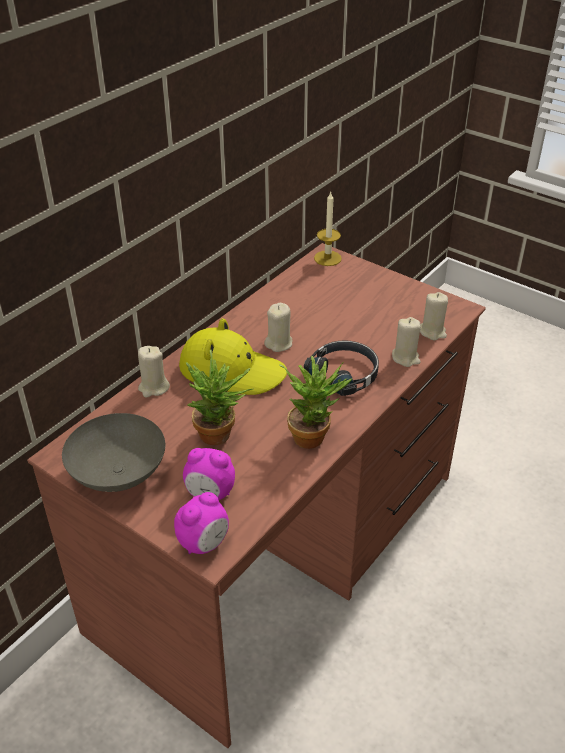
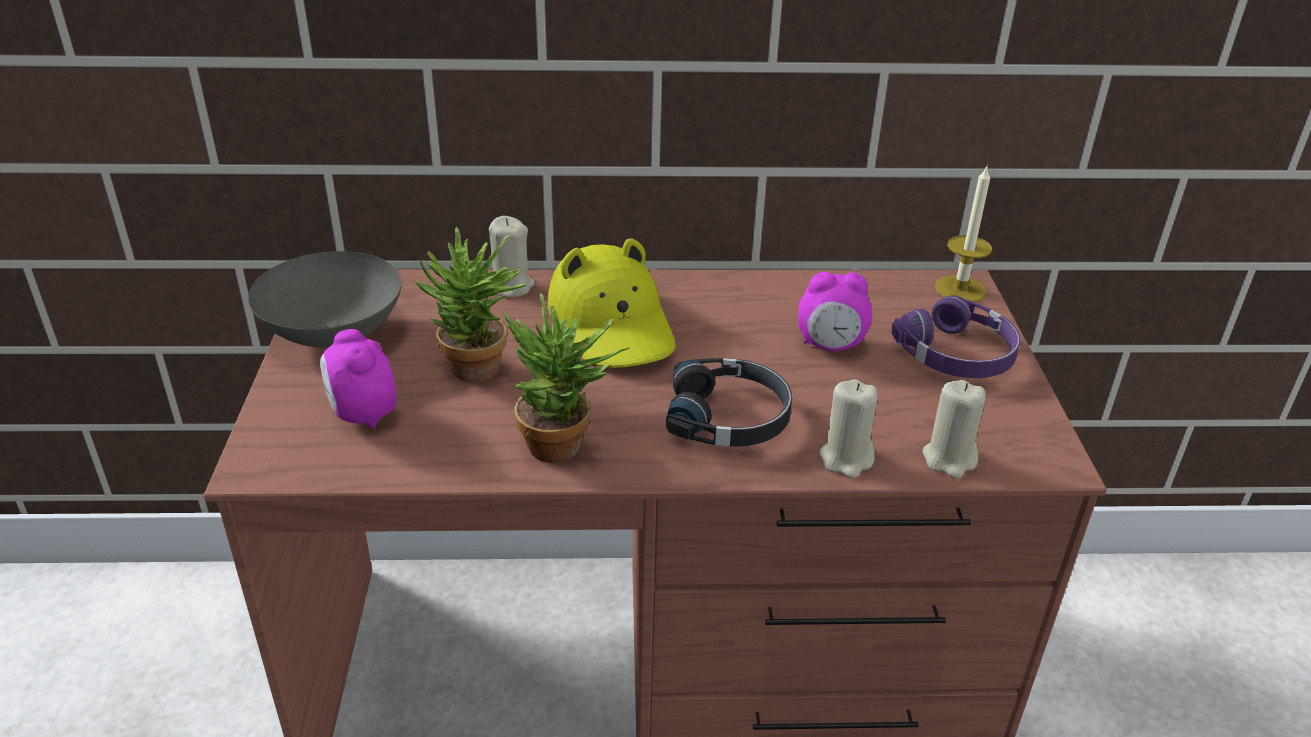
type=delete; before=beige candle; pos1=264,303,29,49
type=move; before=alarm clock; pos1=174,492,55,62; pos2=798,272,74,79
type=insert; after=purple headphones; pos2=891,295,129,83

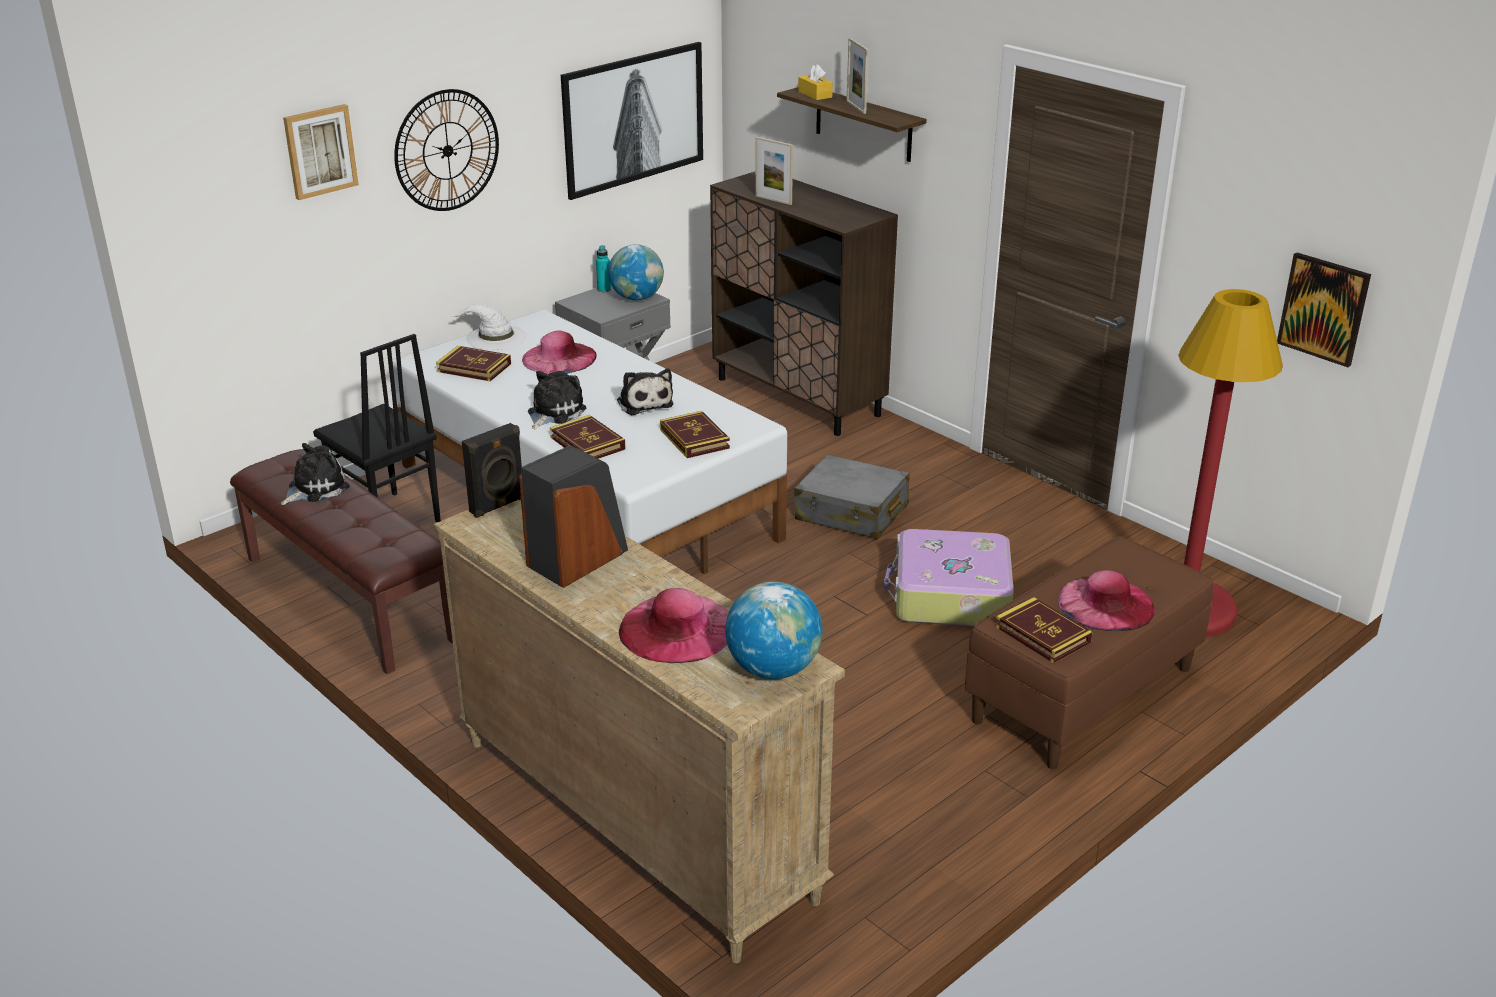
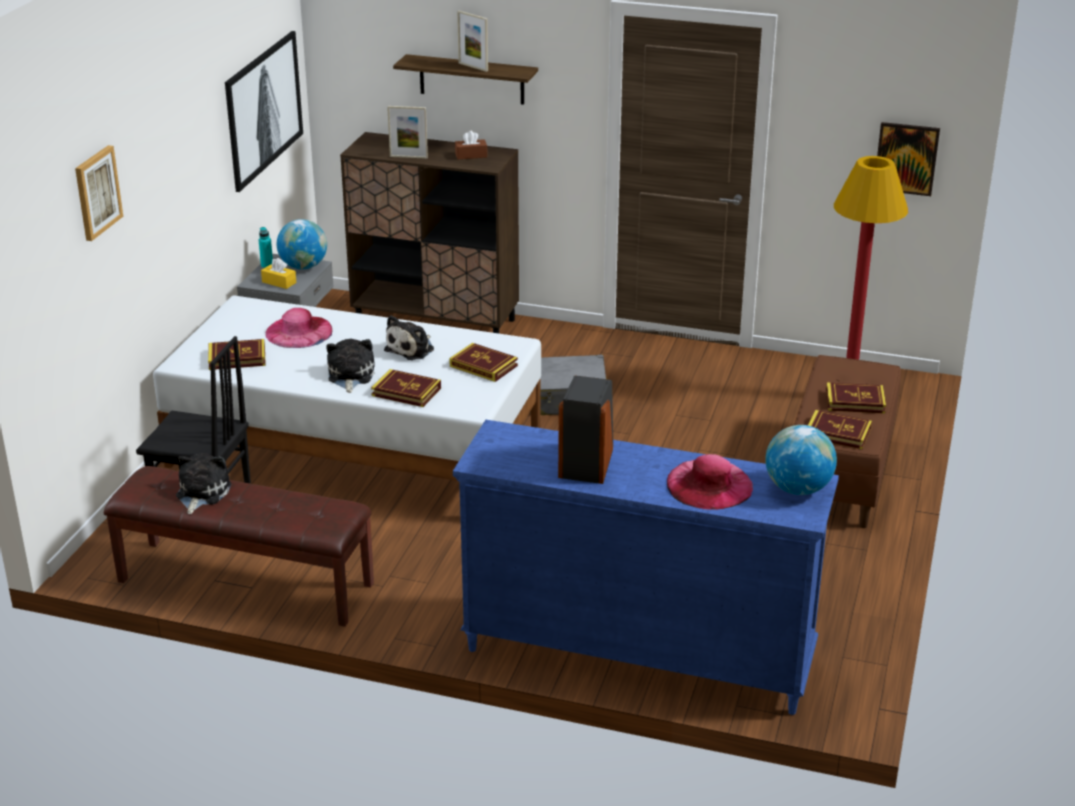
type=move; before=yellow tissue box; pos1=798,64,35,36; pos2=261,258,35,31
type=delete; before=wall clock; pos1=394,89,105,122
type=delete; before=white hat; pos1=451,304,75,46
type=rotate; before=plush toy; pos1=617,369,57,46; pos2=384,315,50,45; turn=90
type=delete; before=black speaker; pos1=462,423,60,95
type=recolor; before=beige dresser; after=blue dresser; pos1=434,500,411,463; pos2=453,420,386,295
type=delete; before=suitcase; pos1=884,529,130,97
type=replace; before=pink hat; after=book; pos1=1058,570,97,61; pos2=826,383,60,31
type=insert; after=brown tissue box; pos2=455,131,32,28

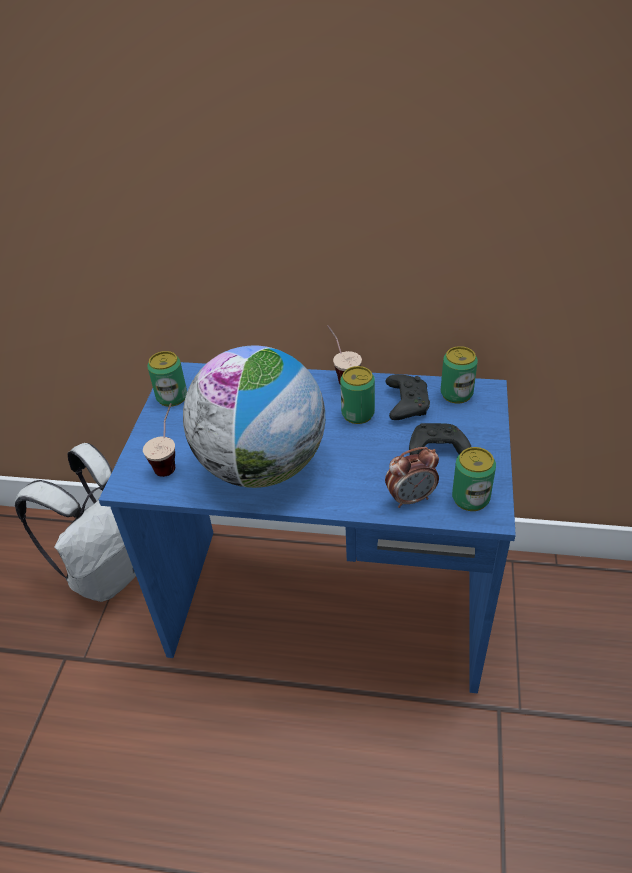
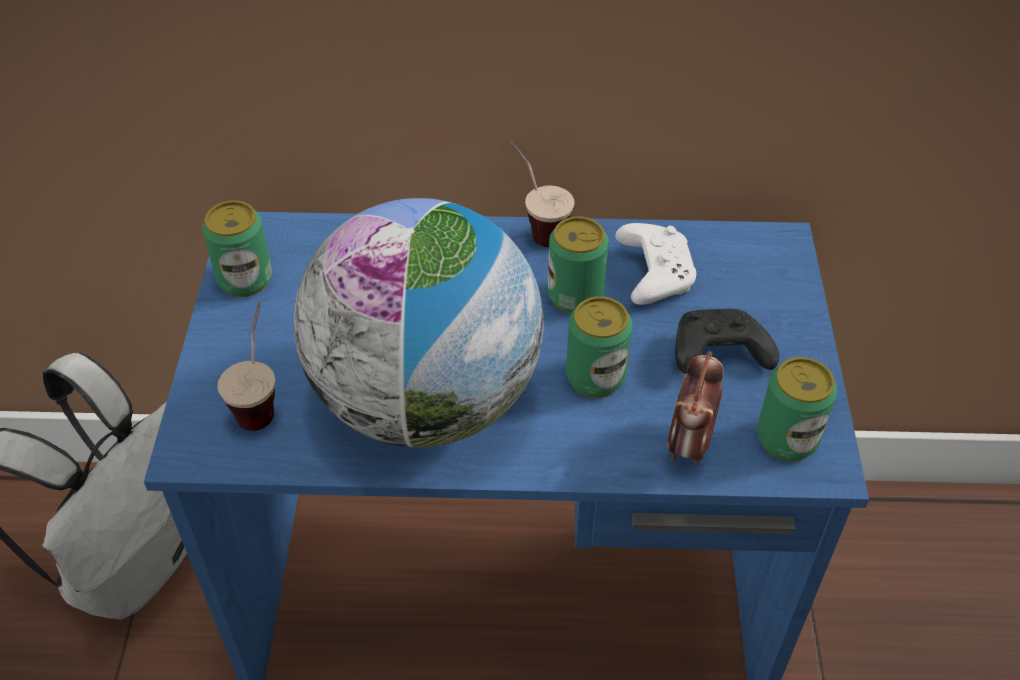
type=move; before=can; pos1=441,346,37,58; pos2=566,296,66,102
type=recolor; before=black game controller; after=white game controller; pos1=386,374,44,46; pos2=615,223,81,82
type=rotate; before=alarm clock; pos1=385,447,54,61; pos2=667,351,56,114; turn=135

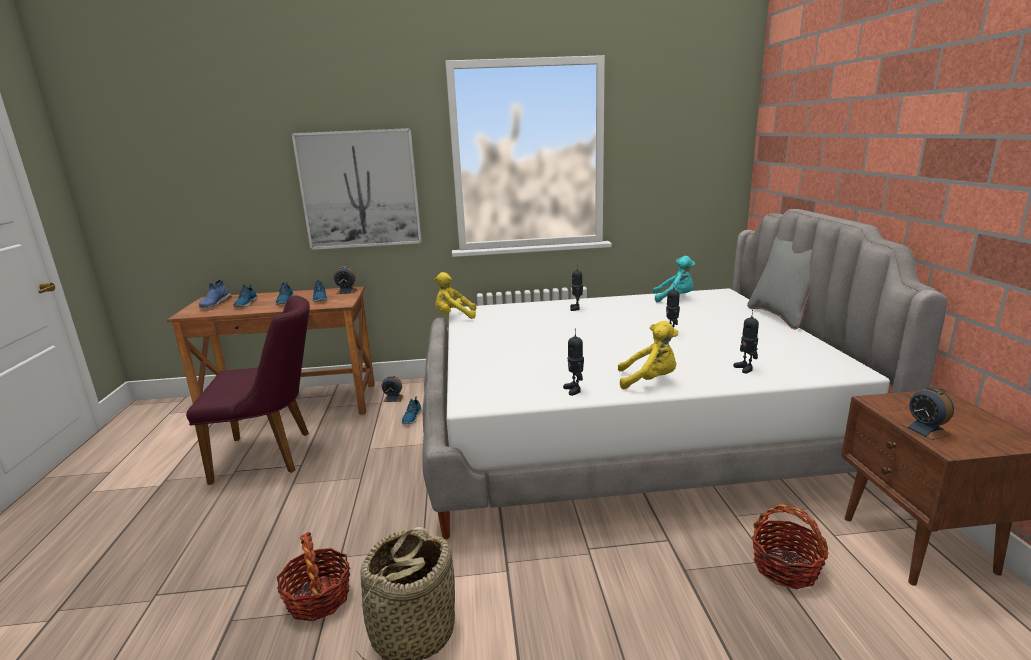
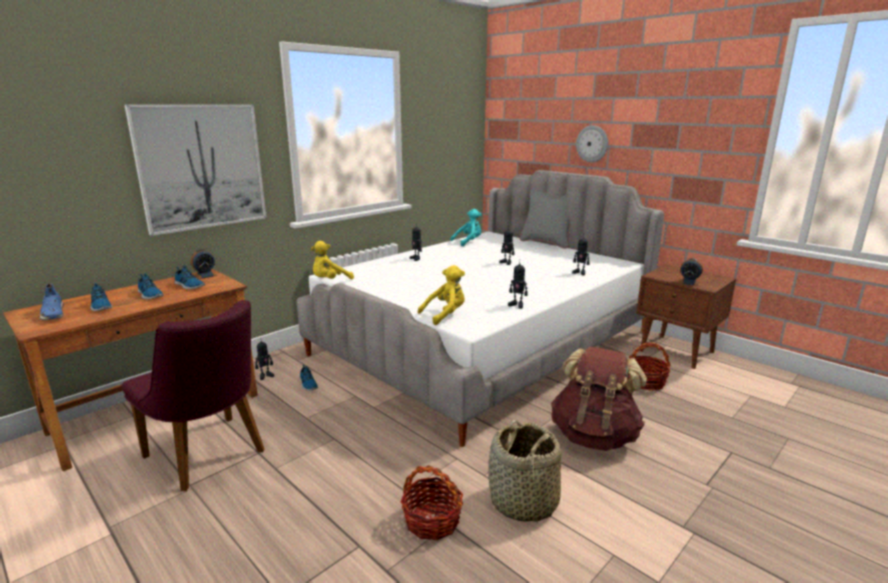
type=rotate; before=purple chair; pos1=186,295,124,190; pos2=122,300,142,191; turn=90
type=move; before=yellow plush toy; pos1=618,321,60,68; pos2=418,265,47,60
type=replace; before=alarm clock; after=toy robot; pos1=382,376,22,26; pos2=255,337,19,43
type=insert; after=wall clock; pos2=576,125,32,37
type=insert; after=brown backpack; pos2=551,347,96,104

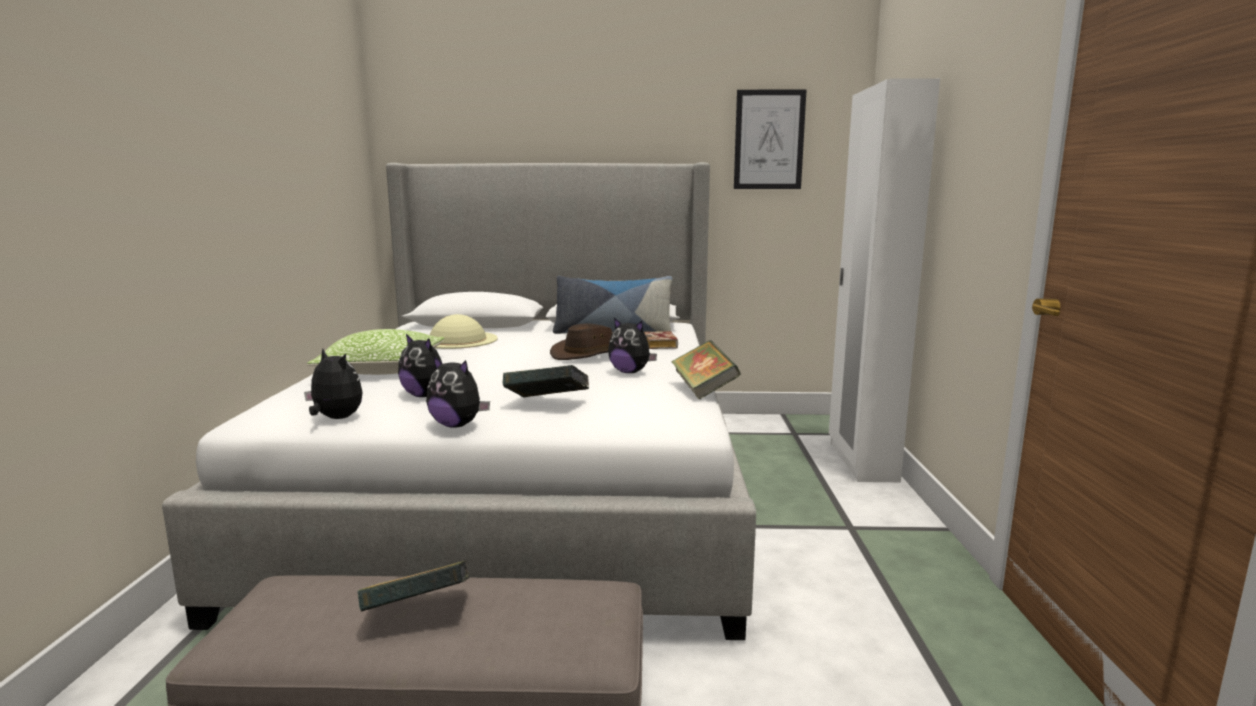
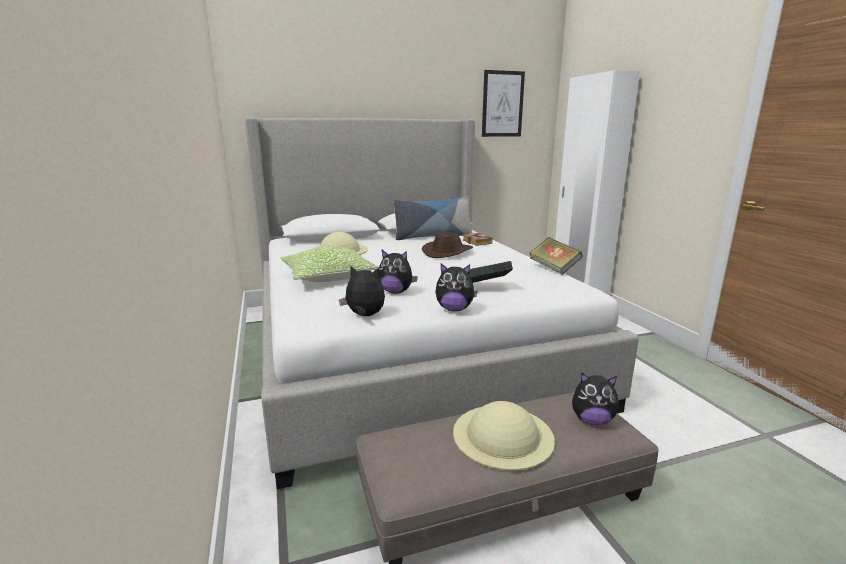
type=move; before=plush toy; pos1=608,318,49,55; pos2=572,373,47,52
type=replace; before=book; after=beige hat; pos1=357,560,113,52; pos2=453,401,102,69

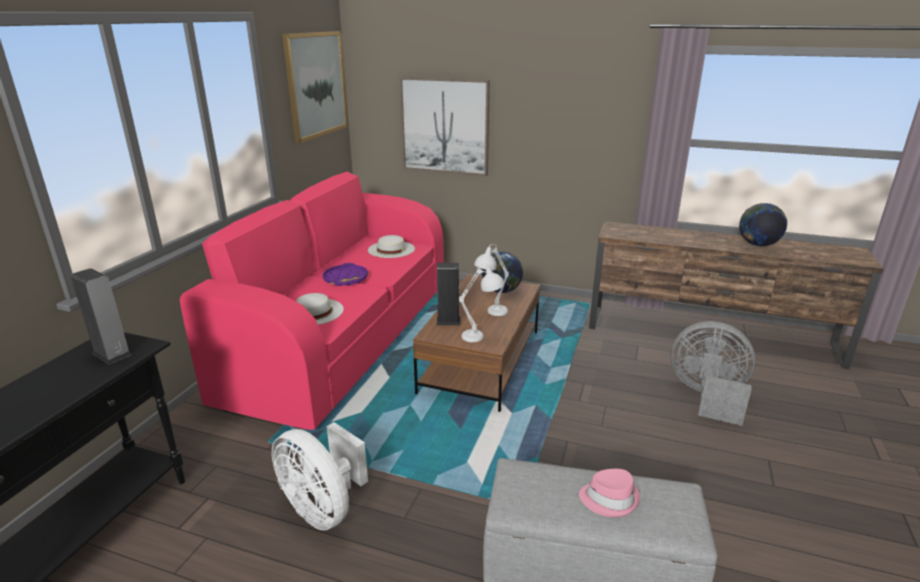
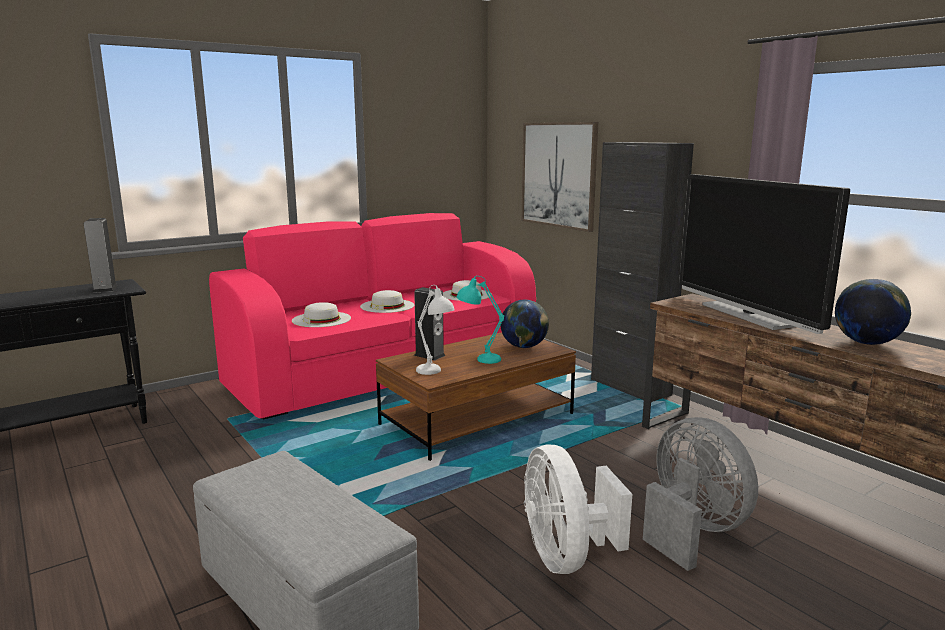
type=delete; before=picture; pos1=282,31,66,112
type=recolor; before=white table lamp; after=turquoise table lamp; pos1=474,244,35,72; pos2=456,276,48,88
type=replace; before=purple tray; after=white hat; pos1=322,263,46,23; pos2=360,290,54,23
type=move; before=white fan; pos1=272,422,96,108; pos2=524,445,108,129
type=delete; before=pink hat; pos1=579,469,61,48
type=insert; after=black cabinet; pos2=591,142,103,260
type=insert; after=television; pos2=679,174,171,160

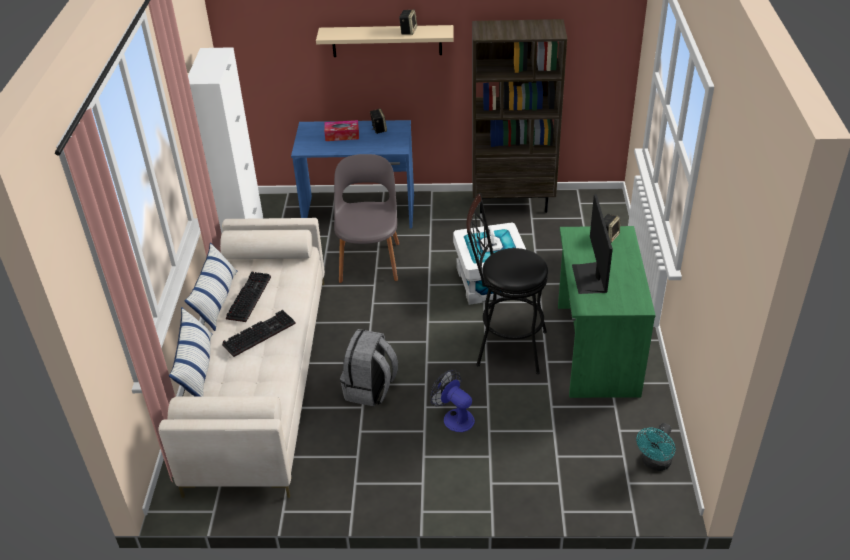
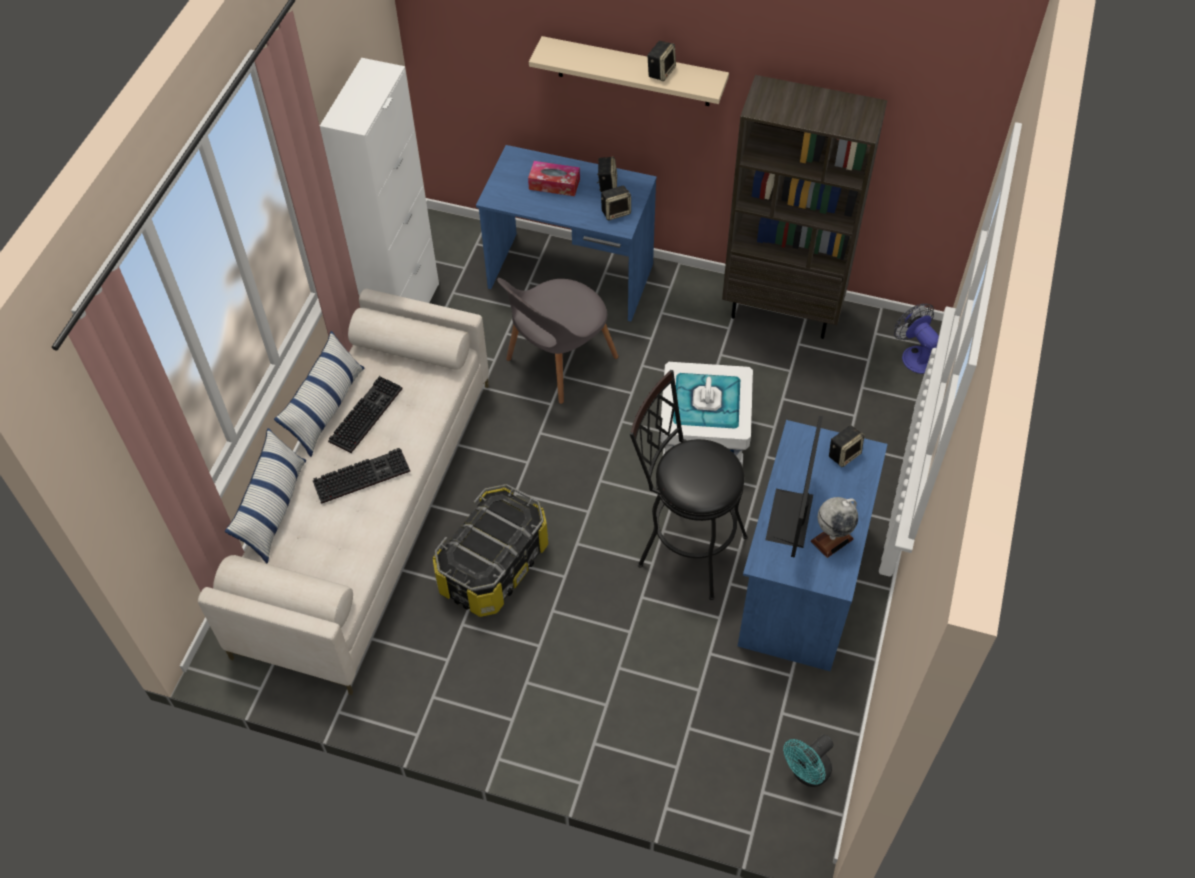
type=rotate; before=grey chair; pos1=334,154,65,129; pos2=497,278,122,126; turn=-150
type=recolor; before=green desk; after=blue desk; pos1=558,226,98,172; pos2=738,420,150,251
type=replace; before=grey backpack; after=storage box; pos1=340,329,58,77; pos2=433,484,115,133
type=move; before=fan; pos1=430,370,45,62; pos2=894,304,45,70
type=insert; after=speaker; pos2=601,186,30,34
type=insert; after=globe; pos2=811,497,47,61

